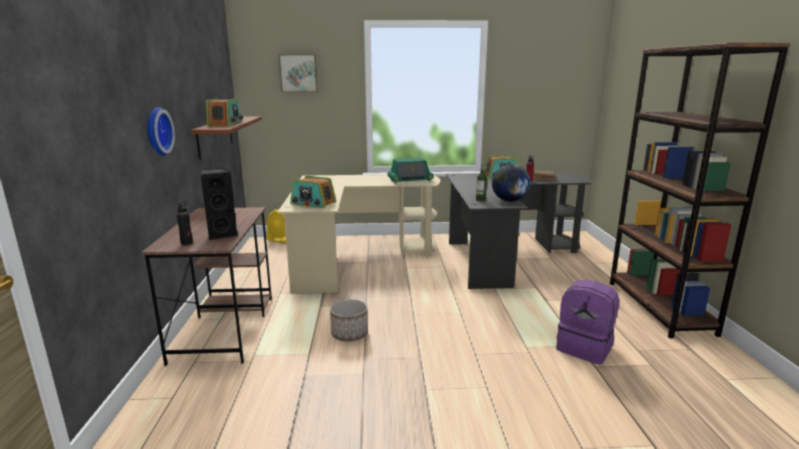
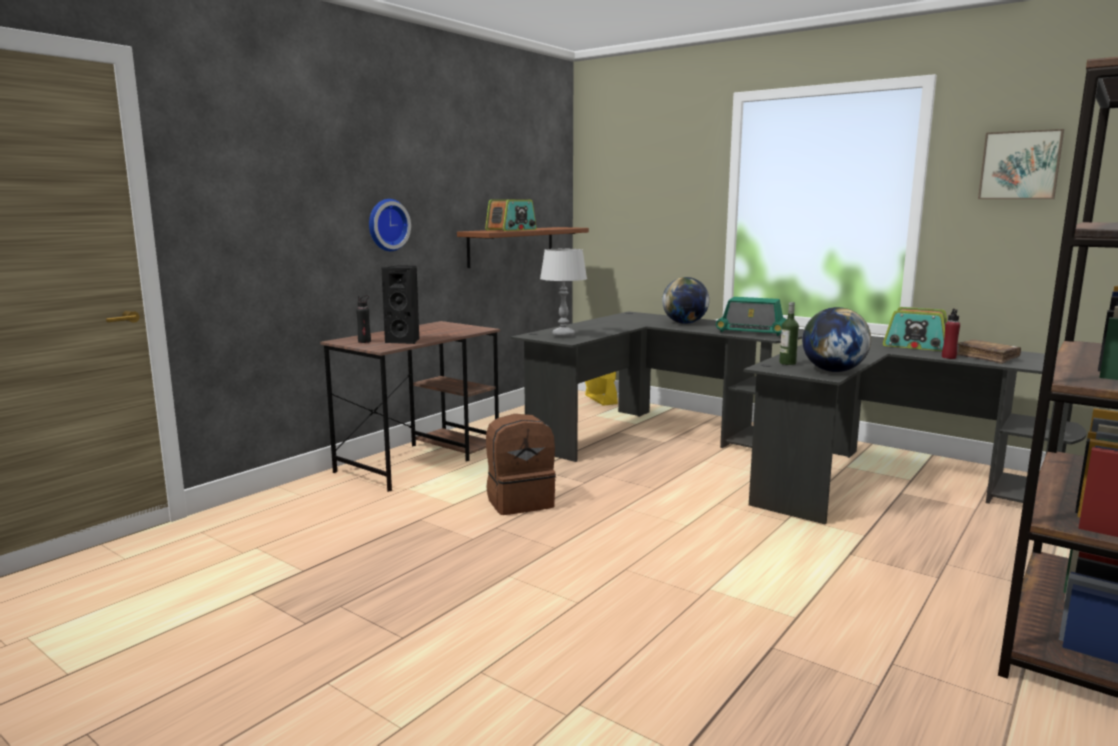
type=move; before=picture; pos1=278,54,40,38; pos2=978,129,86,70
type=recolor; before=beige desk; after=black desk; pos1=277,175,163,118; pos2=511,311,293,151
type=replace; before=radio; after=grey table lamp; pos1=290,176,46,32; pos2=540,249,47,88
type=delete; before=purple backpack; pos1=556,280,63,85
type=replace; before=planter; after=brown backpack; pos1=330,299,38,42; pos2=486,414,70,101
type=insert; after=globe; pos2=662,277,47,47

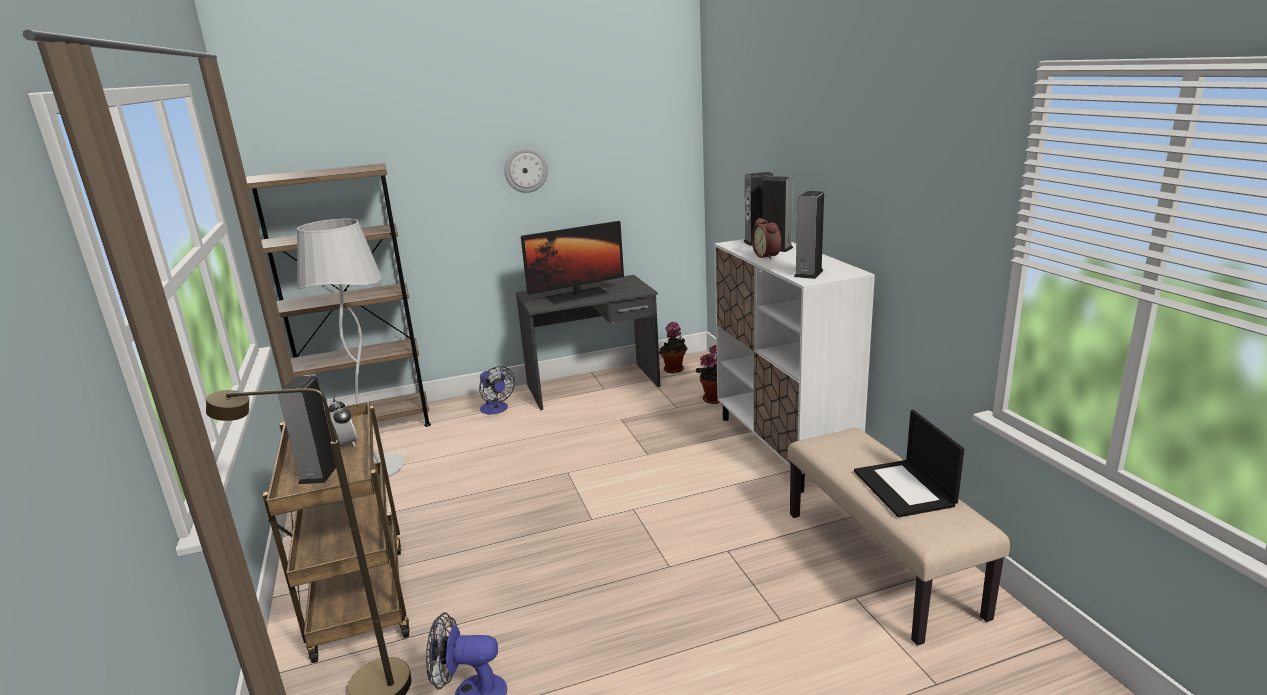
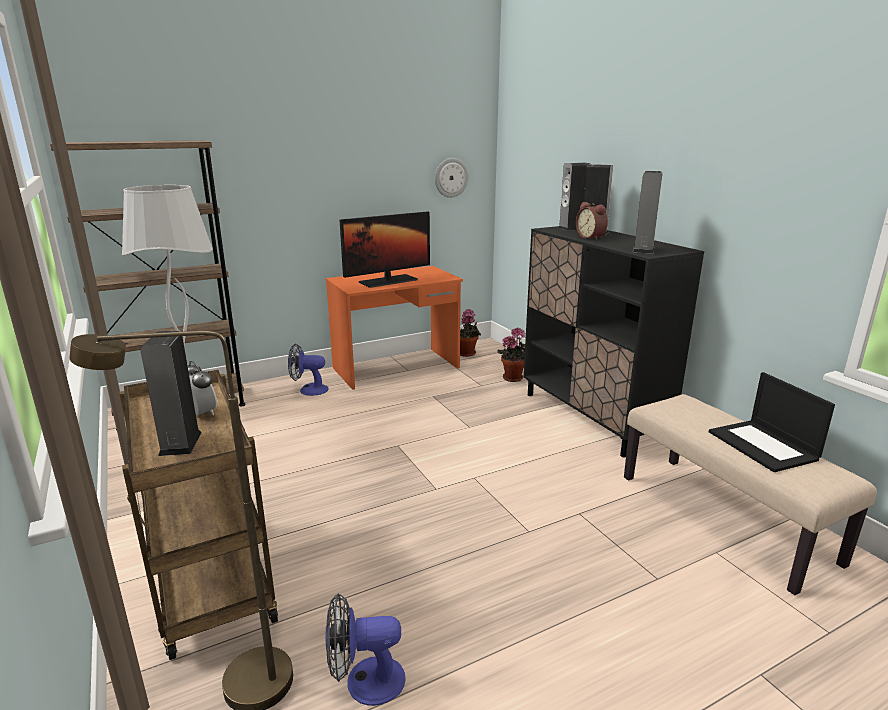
type=move; before=wall clock; pos1=504,148,44,45; pos2=435,158,34,40
type=recolor; before=white cabinet; after=black cabinet; pos1=714,239,161,254; pos2=524,226,180,232
type=recolor; before=grey desk; after=orange desk; pos1=516,275,145,135; pos2=326,266,137,124
type=rotate; before=fan; pos1=479,366,36,48; pos2=288,344,41,52; turn=135

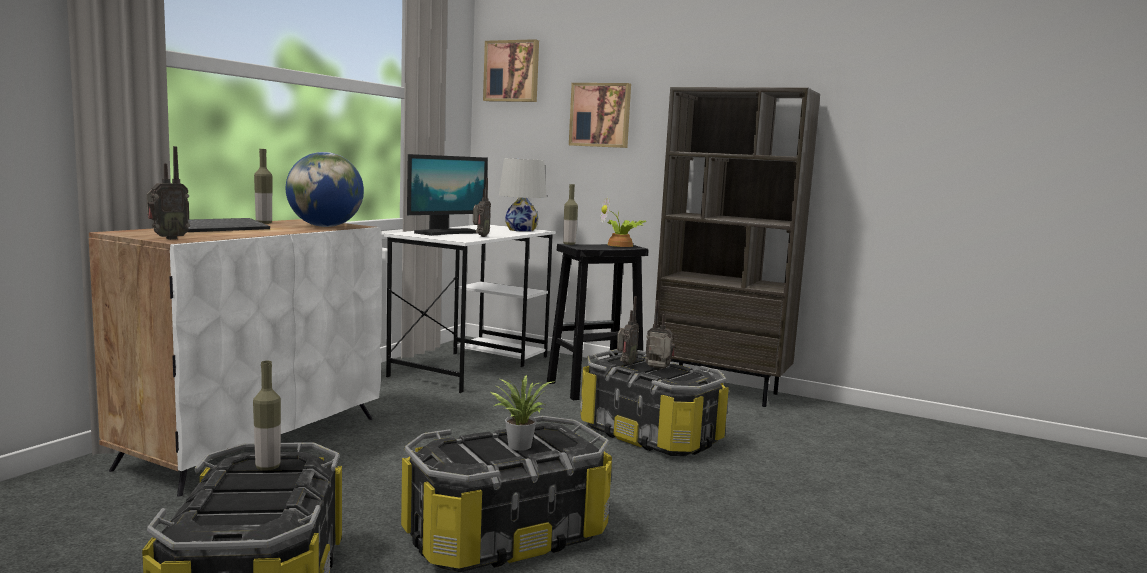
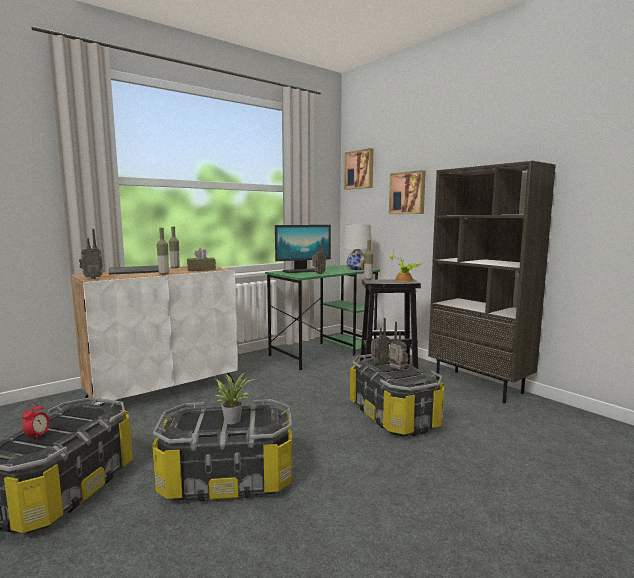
type=replace; before=globe; after=brown tissue box; pos1=286,152,78,75; pos2=187,248,29,23
type=recolor; before=white desk; after=green desk; pos1=384,225,172,168; pos2=265,265,115,105
type=move; before=bottle; pos1=253,361,28,109; pos2=157,228,12,47
type=insert; after=alarm clock; pos2=22,402,28,39

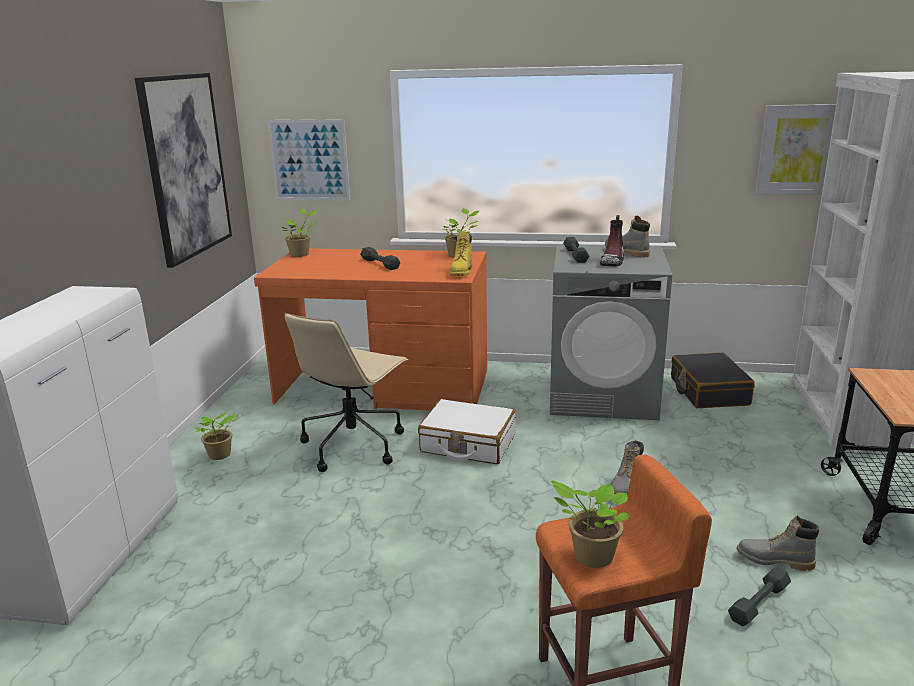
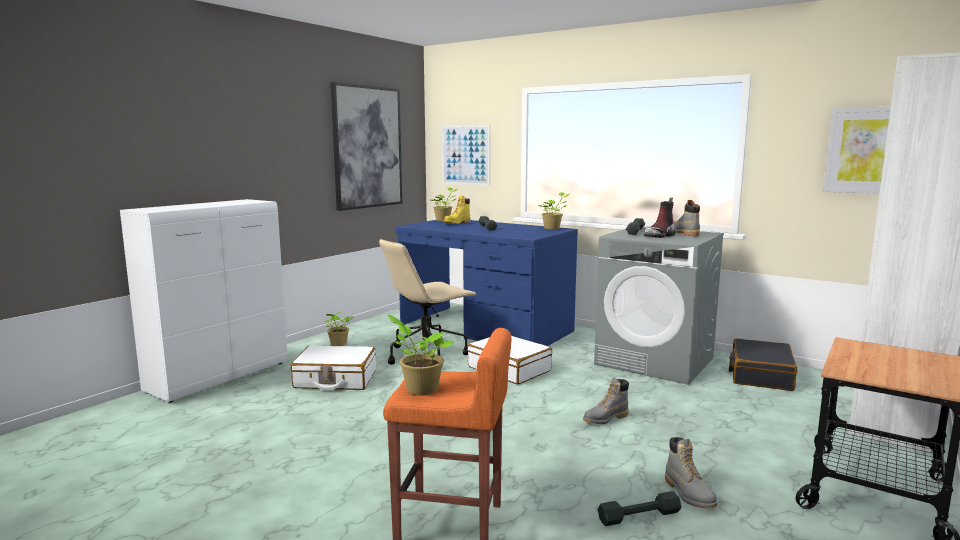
type=move; before=yellow boot; pos1=449,231,23,45; pos2=444,195,27,29
type=recolor; before=orange desk; after=blue desk; pos1=254,248,233,163; pos2=395,220,183,126
type=rotate; before=grey boot; pos1=736,516,83,55; pos2=665,437,53,72; turn=-150
type=insert; after=white suitcase; pos2=290,345,86,46

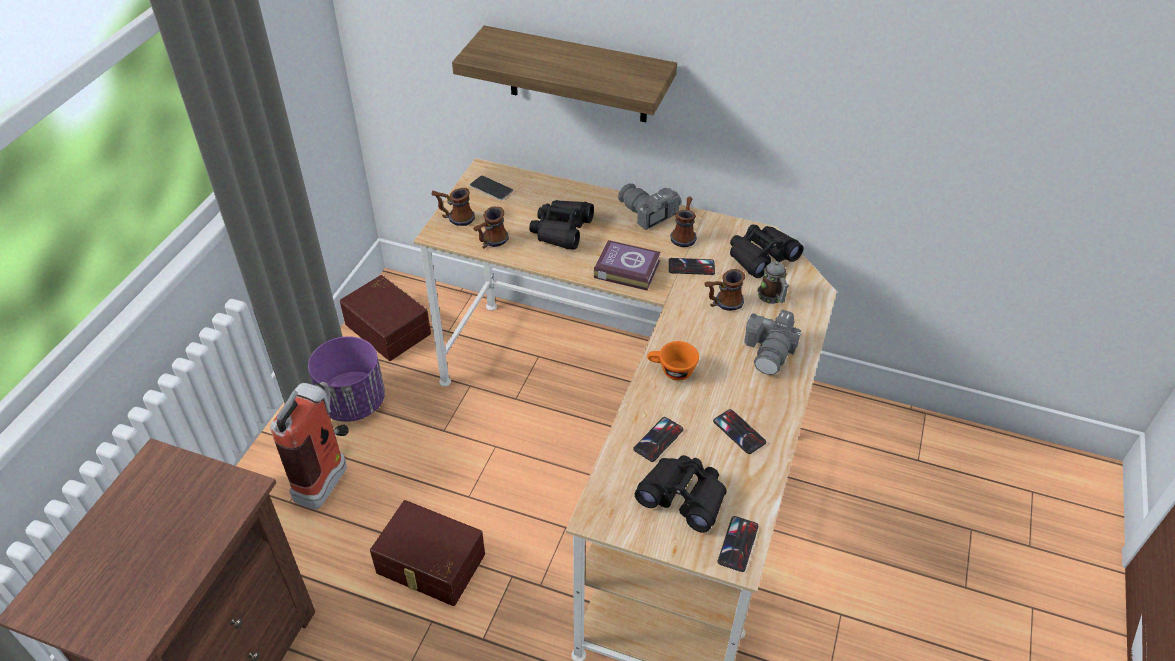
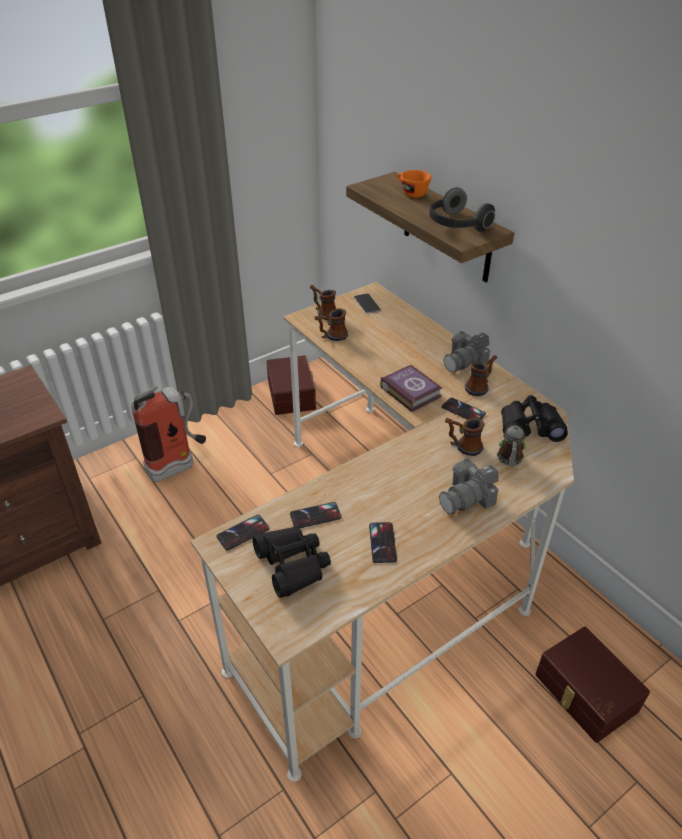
type=rotate; before=photo camera; pos1=618,184,63,46; pos2=443,331,47,42; turn=-120
type=delete; before=black binoculars; pos1=529,200,65,50
type=delete; before=purple planter; pos1=308,336,77,86
type=move; before=orange cup; pos1=647,341,52,40; pos2=397,170,34,28
type=move; before=brown storage box; pos1=370,500,115,106; pos2=535,627,115,116
type=move; before=phone; pos1=718,516,40,56; pos2=216,515,53,36
type=insert; after=headphones; pos2=429,187,66,45

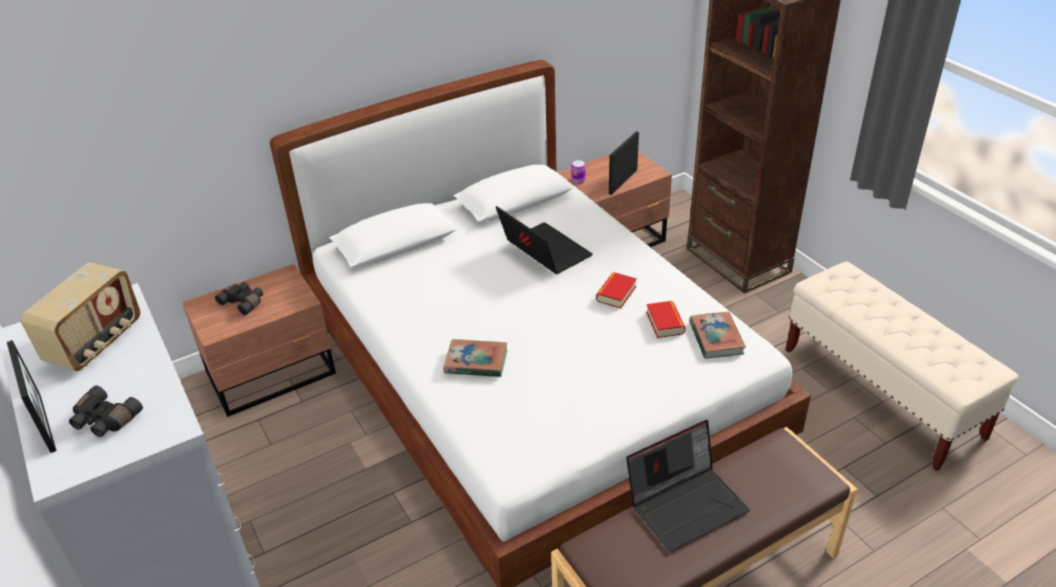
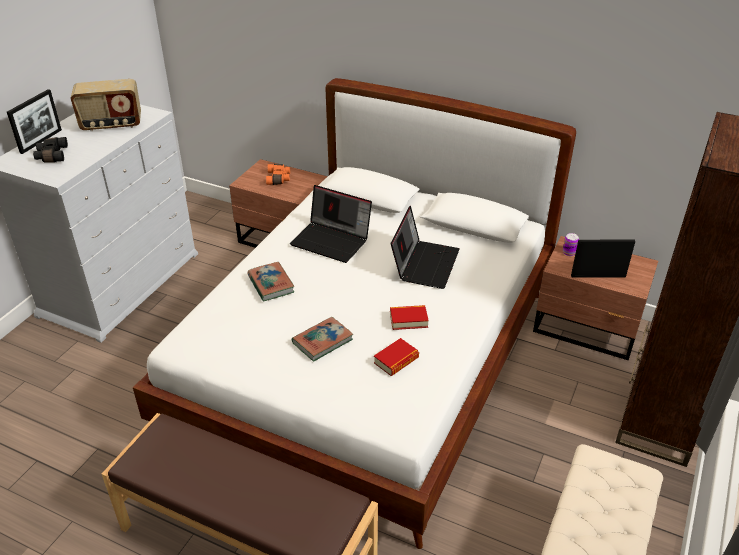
type=recolor; before=black binoculars; after=orange binoculars; pos1=215,282,48,33; pos2=266,164,24,21
type=move; before=book; pos1=689,312,57,47; pos2=292,317,61,45
type=move; before=laptop; pos1=626,420,124,132; pos2=290,185,82,78

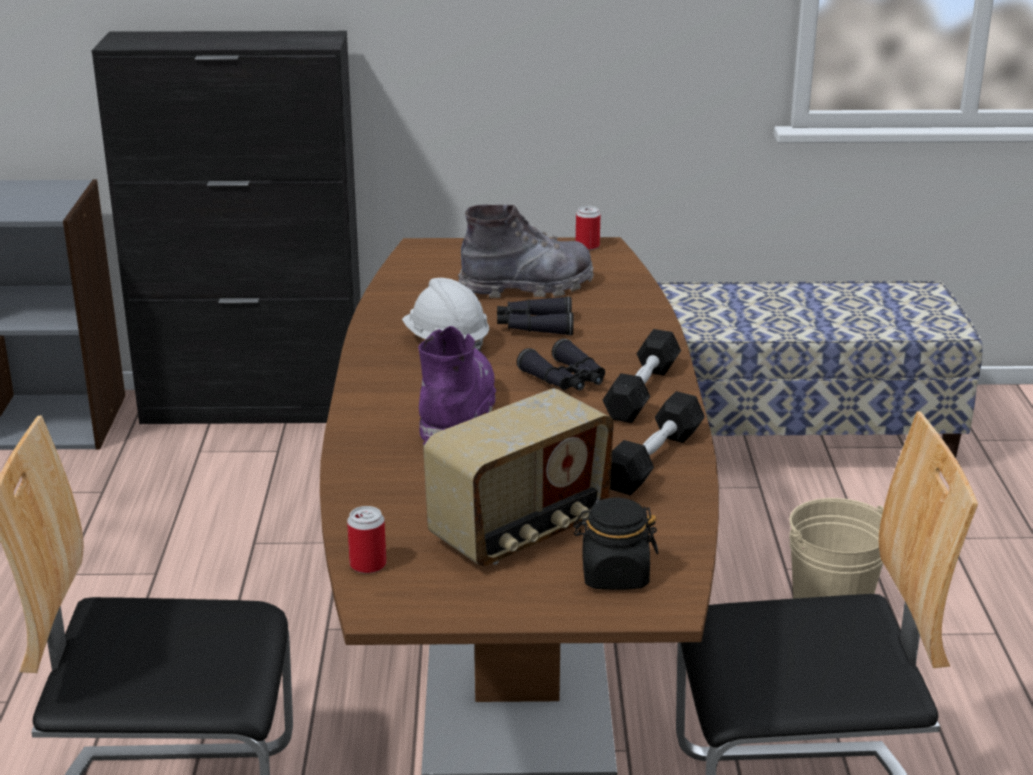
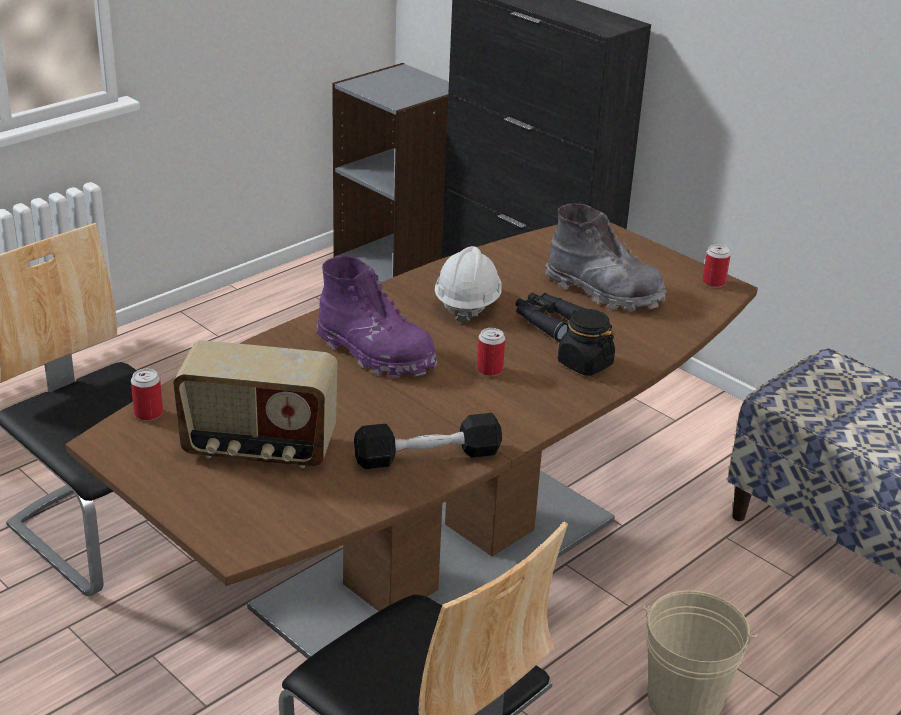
type=rotate; before=purple boot; pos1=418,326,78,121; pos2=316,256,122,121; turn=75
type=delete; before=black dumbbell; pos1=603,329,78,94
type=replace; before=black binoculars; after=can; pos1=517,338,88,53; pos2=477,328,28,48
type=move; before=black jar; pos1=573,498,85,92; pos2=558,309,57,67

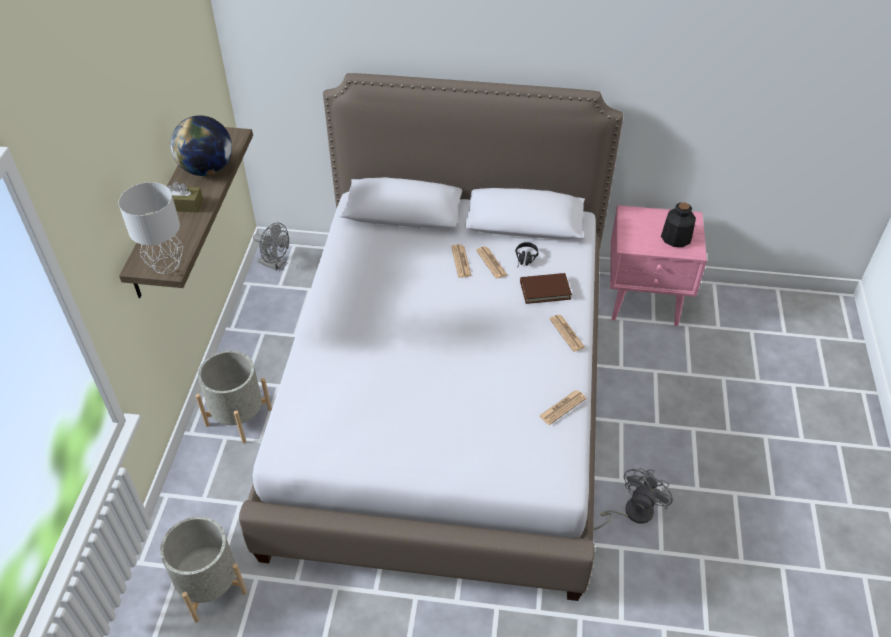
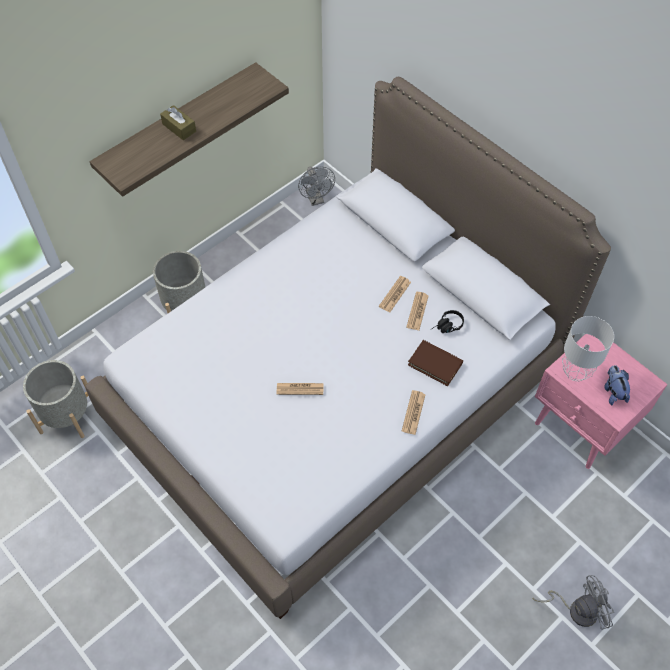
type=delete; before=globe; pos1=170,115,62,61
type=move; before=grey table lamp; pos1=119,182,64,92; pos2=562,316,52,65
type=replace; before=bottle; after=plush toy; pos1=661,202,35,45; pos2=604,365,26,40
type=move; before=newspaper; pos1=539,390,47,35; pos2=277,383,46,12
type=move; before=grey fan; pos1=593,468,80,62; pos2=532,575,82,55

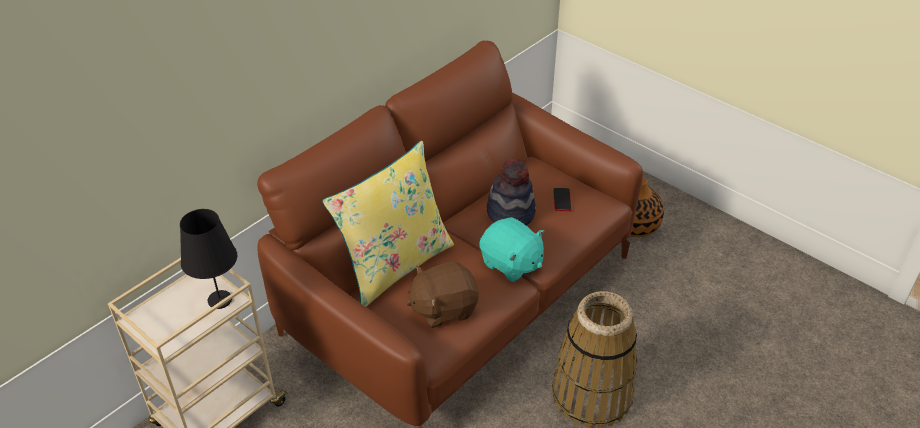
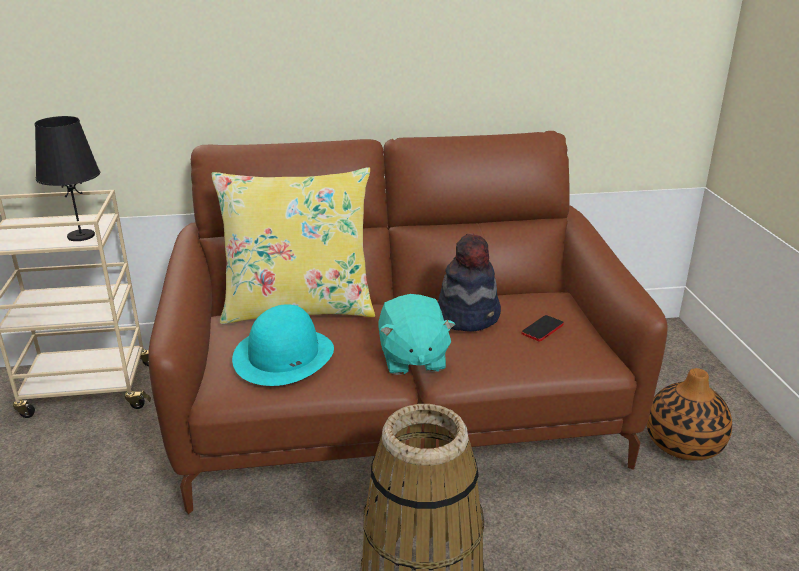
type=replace; before=brown plush toy; after=turquoise hat; pos1=406,261,73,67; pos2=232,304,102,82

